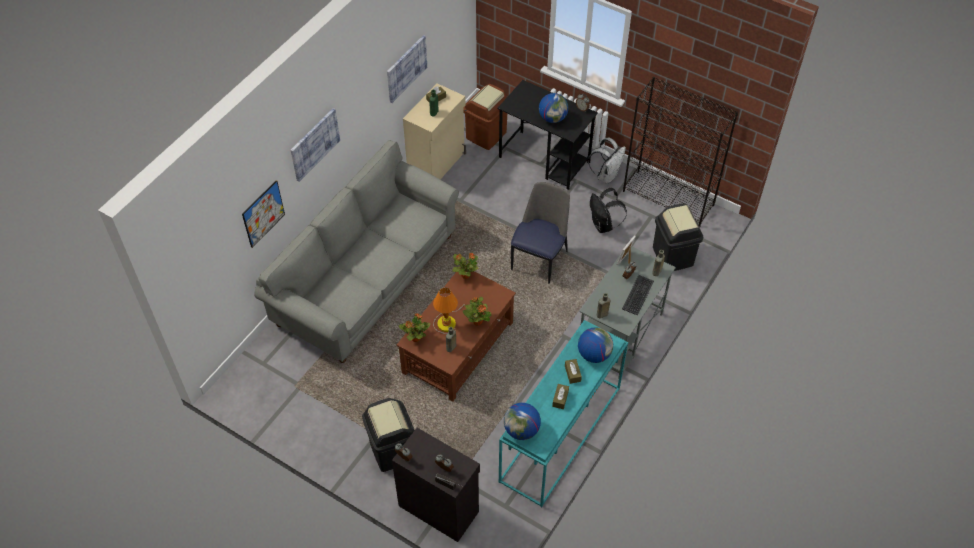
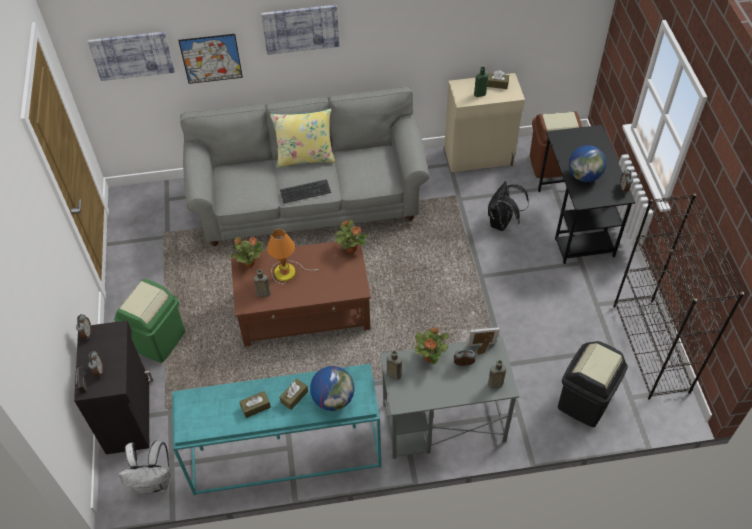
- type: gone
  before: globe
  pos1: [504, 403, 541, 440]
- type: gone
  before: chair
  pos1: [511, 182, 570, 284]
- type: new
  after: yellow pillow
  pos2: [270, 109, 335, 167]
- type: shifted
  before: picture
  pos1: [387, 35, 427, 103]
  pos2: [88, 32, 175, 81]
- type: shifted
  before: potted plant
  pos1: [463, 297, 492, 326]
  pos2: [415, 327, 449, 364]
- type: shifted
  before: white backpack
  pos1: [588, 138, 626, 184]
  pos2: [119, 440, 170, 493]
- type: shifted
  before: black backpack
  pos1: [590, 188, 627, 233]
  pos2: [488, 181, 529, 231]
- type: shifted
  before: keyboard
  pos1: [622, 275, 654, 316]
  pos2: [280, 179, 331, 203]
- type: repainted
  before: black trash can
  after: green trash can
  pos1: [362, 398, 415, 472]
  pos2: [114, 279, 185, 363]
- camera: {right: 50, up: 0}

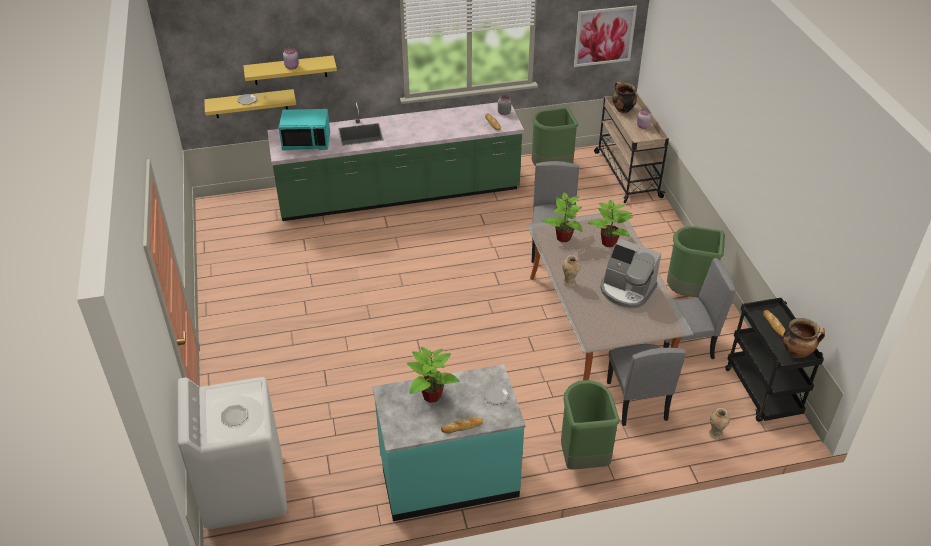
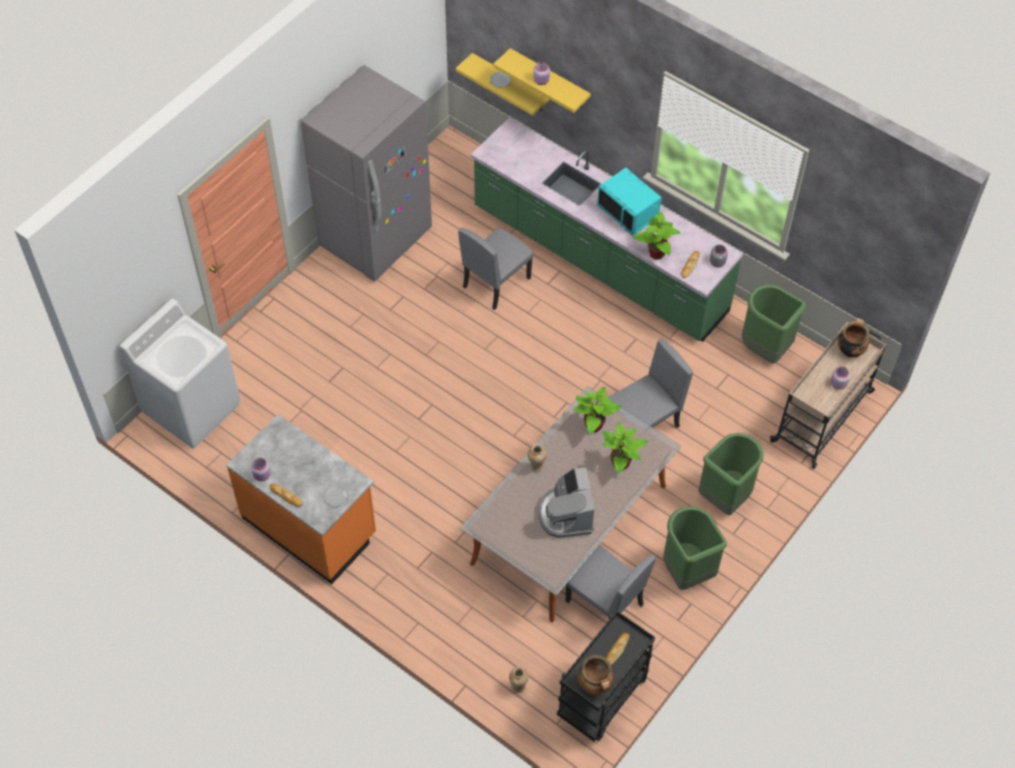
- type: gone
  before: plate
  pos1: [221, 405, 248, 426]
- type: gone
  before: picture
  pos1: [574, 5, 637, 67]
- type: new
  after: pink jar
  pos2: [251, 458, 271, 481]
- type: new
  after: grey fridge
  pos2: [301, 65, 432, 282]
- type: shifted
  before: turquoise microwave
  pos1: [279, 109, 330, 151]
  pos2: [597, 167, 662, 236]
- type: shifted
  before: potted plant
  pos1: [407, 347, 460, 403]
  pos2: [633, 212, 680, 260]
- type: shifted
  before: green trash can
  pos1: [561, 380, 620, 470]
  pos2: [698, 433, 763, 515]
- type: shifted
  before: grey chair
  pos1: [607, 344, 686, 426]
  pos2: [458, 228, 534, 310]
- type: repainted
  before: turquoise counter
  after: orange counter
  pos1: [373, 364, 526, 521]
  pos2: [226, 414, 376, 584]
- camera: {right: 50, up: 15}

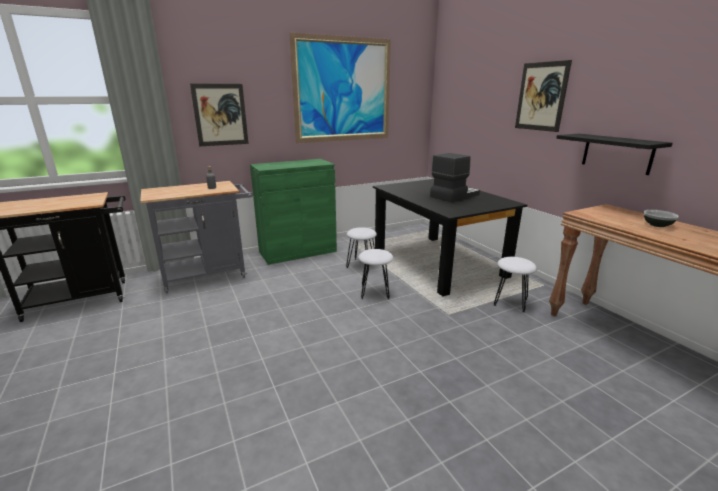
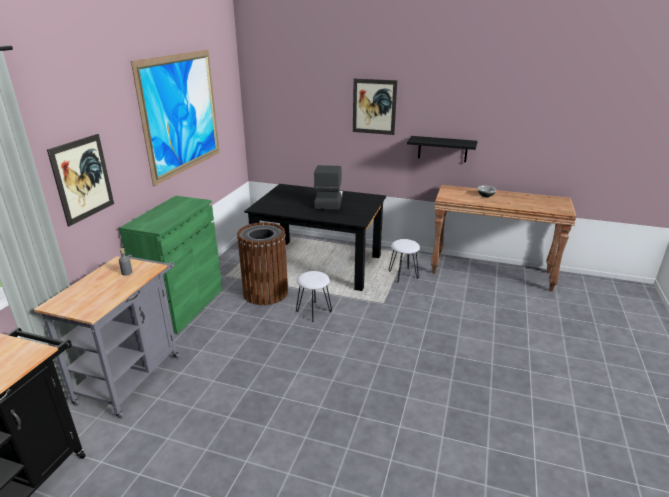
- type: swapped
  before: white stool
  after: brown trash can
  pos1: [346, 227, 377, 272]
  pos2: [237, 222, 288, 305]
- camera: {right: -45, up: 5}

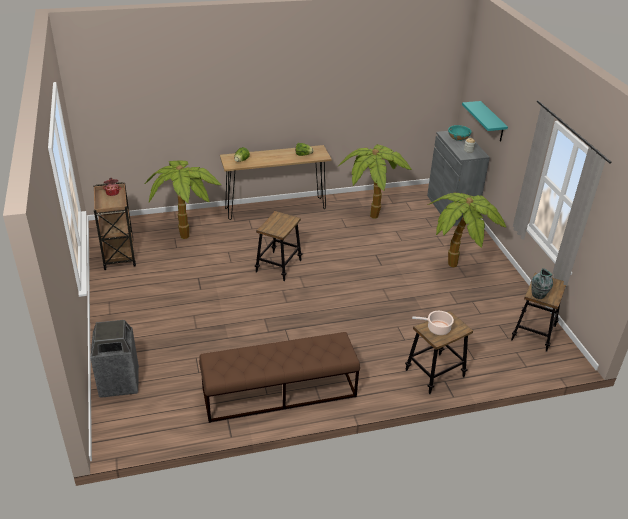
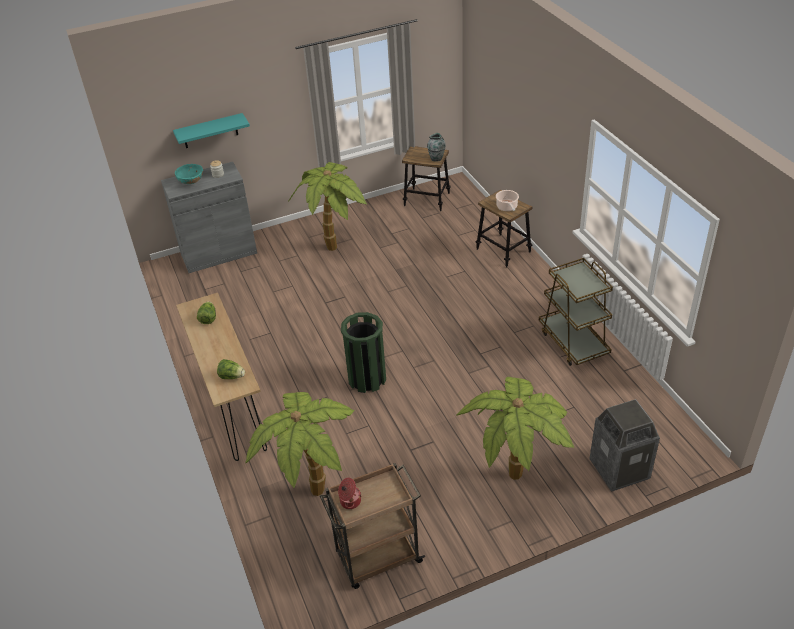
- type: shifted
  before: potted plant
  pos1: [338, 144, 412, 219]
  pos2: [456, 377, 574, 480]
- type: swapped
  before: brown bench
  after: brown cart
  pos1: [199, 332, 360, 423]
  pos2: [539, 258, 613, 366]
- type: swapped
  before: stool
  after: green trash can
  pos1: [255, 211, 302, 281]
  pos2: [341, 312, 386, 393]
- camera: {right: -95, up: 5}

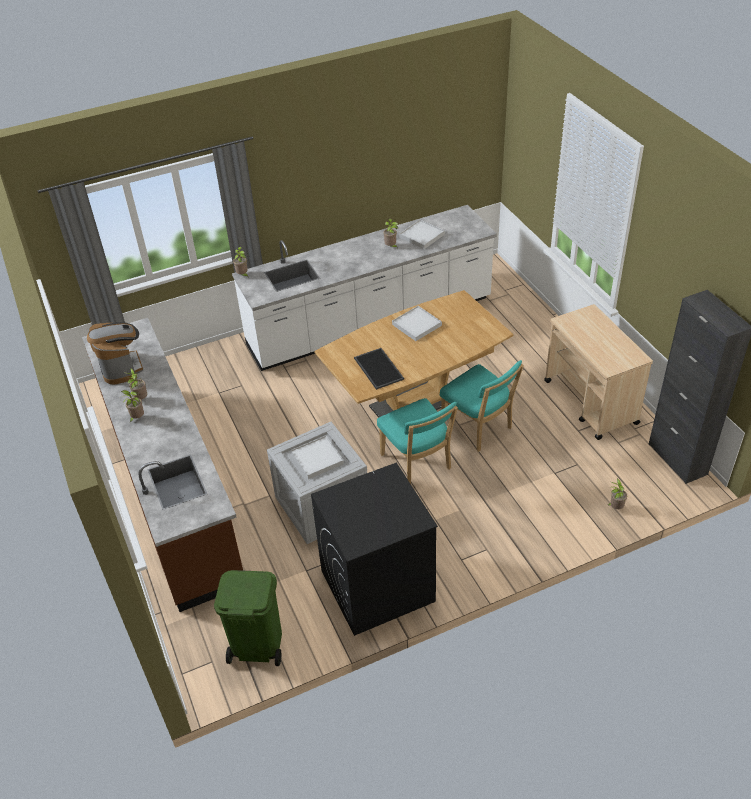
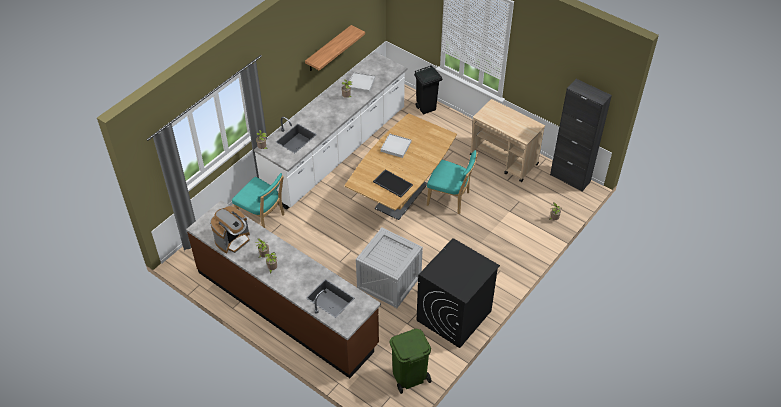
- type: gone
  before: white tray
  pos1: [291, 436, 344, 479]
- type: new
  after: shelf
  pos2: [305, 25, 365, 71]
- type: new
  after: black trash can
  pos2: [414, 65, 442, 115]
- type: shifted
  before: turquoise chair
  pos1: [377, 398, 458, 484]
  pos2: [232, 173, 284, 228]
- type: rotated
  before: coffee machine
  pos1: [87, 322, 143, 384]
  pos2: [210, 206, 250, 254]
  turn: 90
- camera: {right: -30, up: 5}

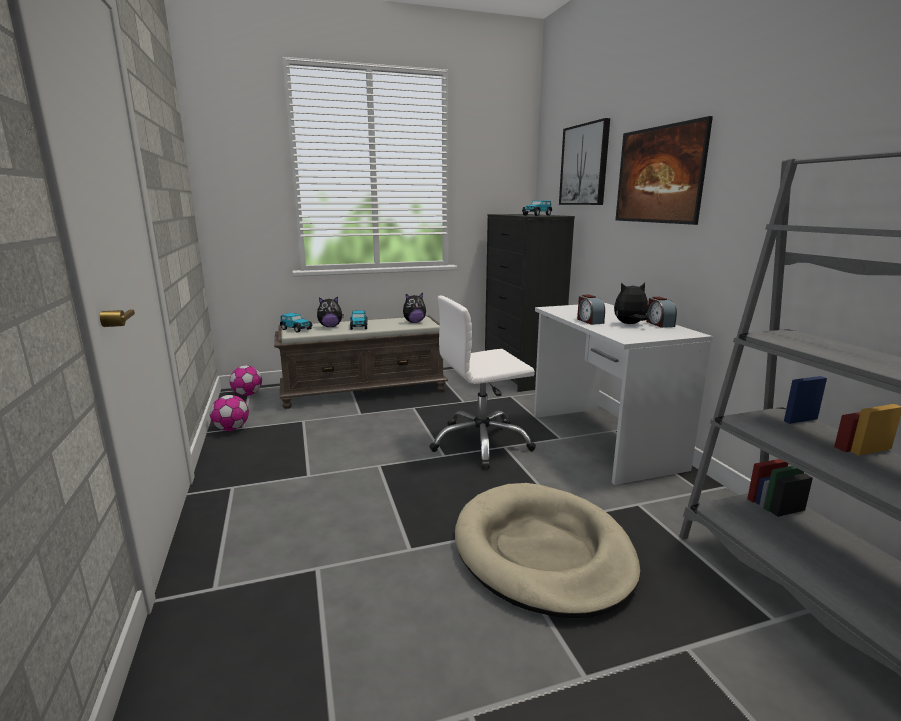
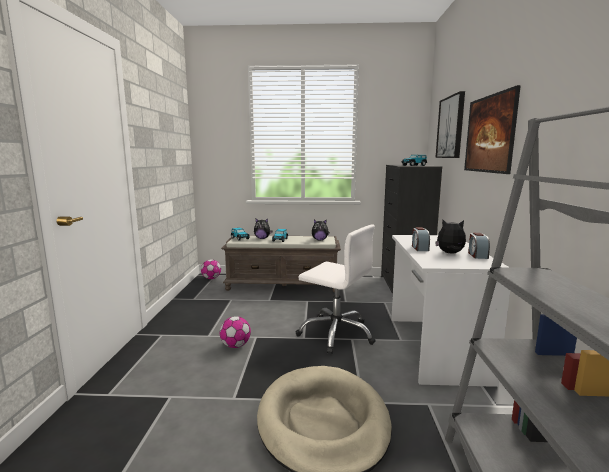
- type: shifted
  before: football
  pos1: [210, 395, 249, 431]
  pos2: [220, 316, 251, 348]
- type: rotated
  before: white office chair
  pos1: [429, 296, 536, 469]
  pos2: [296, 225, 376, 354]
  turn: -150
- camera: {right: 20, up: -5}

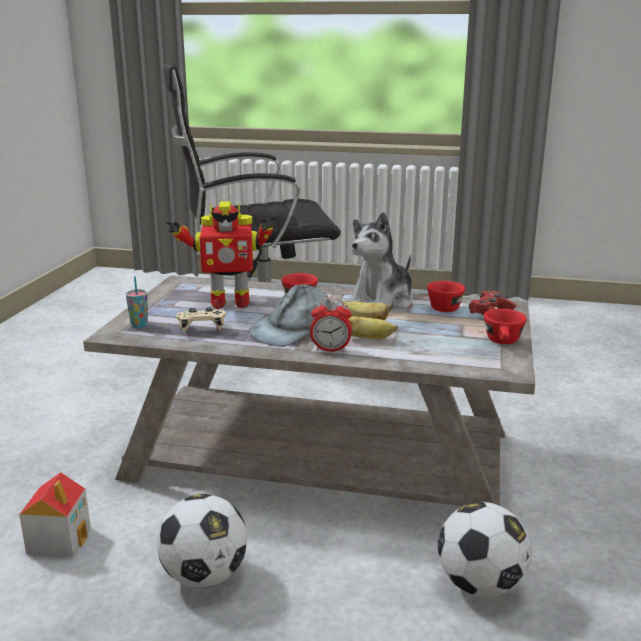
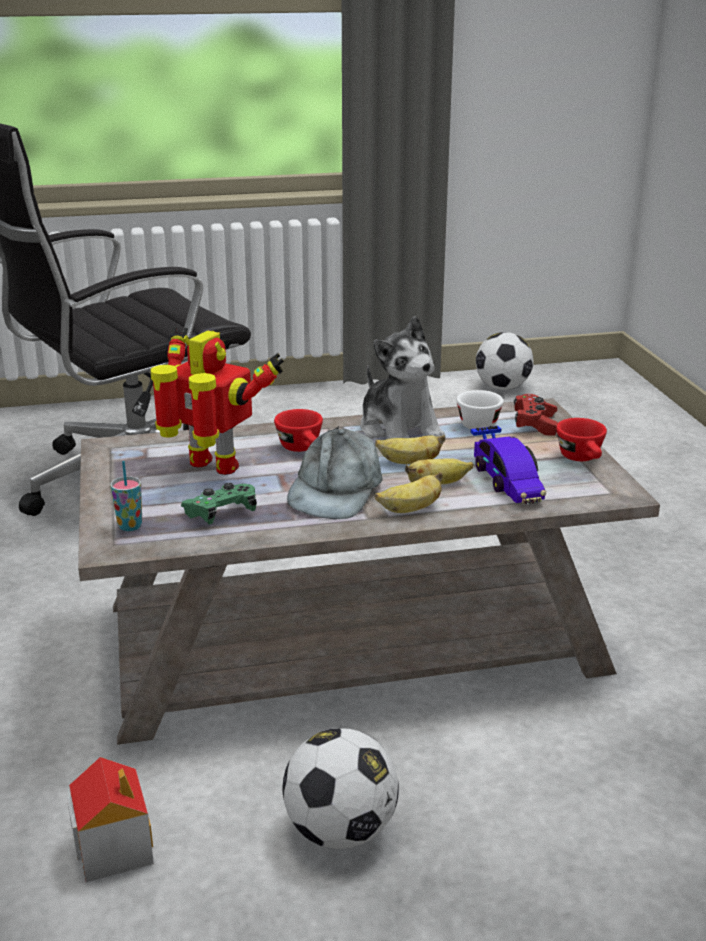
- type: new
  after: toy car
  pos2: [470, 426, 546, 504]
- type: shifted
  before: football
  pos1: [438, 502, 531, 597]
  pos2: [476, 332, 534, 390]
- type: swapped
  before: alarm clock
  after: banana
  pos1: [310, 298, 352, 352]
  pos2: [375, 472, 443, 513]
- type: repainted
  before: beige game controller
  after: green game controller
  pos1: [176, 307, 226, 332]
  pos2: [181, 483, 257, 524]
- type: repainted
  before: red cup
  after: white cup
  pos1: [427, 281, 465, 312]
  pos2: [457, 390, 503, 429]
- type: rotated
  before: toy robot
  pos1: [166, 201, 275, 309]
  pos2: [151, 327, 284, 475]
  turn: -120
- type: rotated
  before: plush toy
  pos1: [346, 212, 413, 309]
  pos2: [360, 316, 445, 439]
  turn: -45
- camera: {right: -25, up: 5}

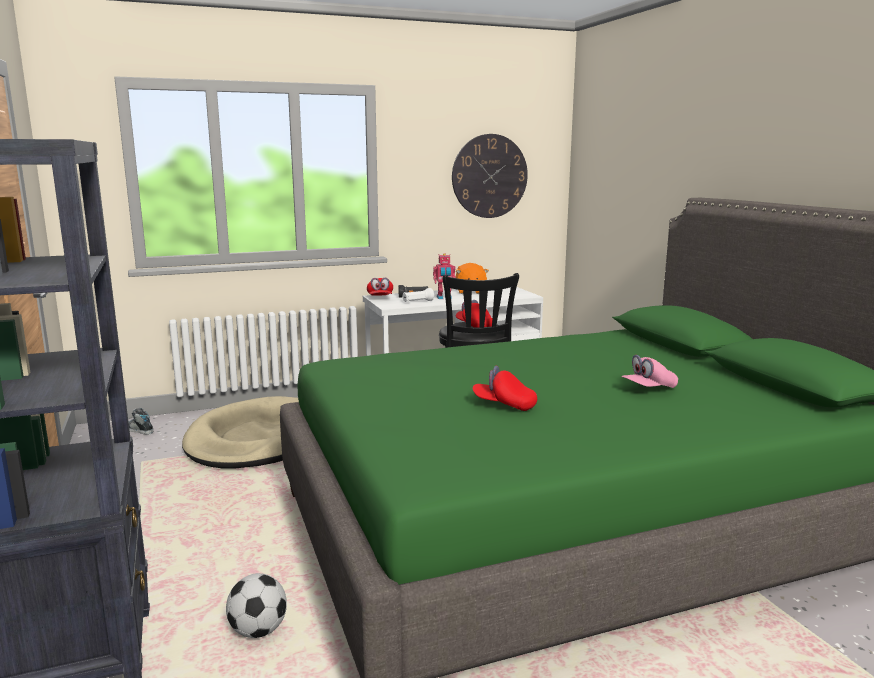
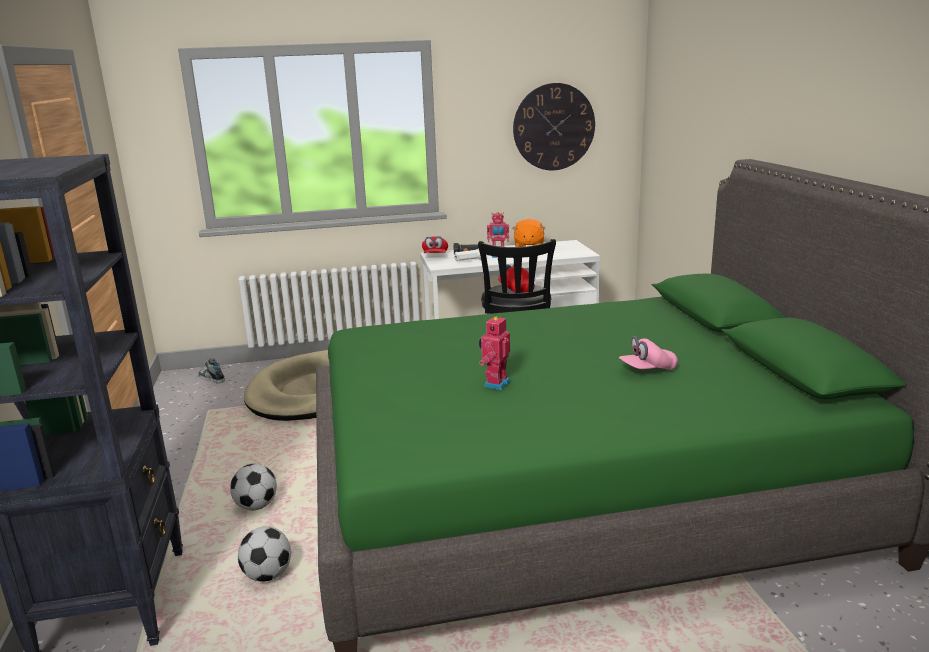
- type: new
  after: football
  pos2: [230, 464, 277, 510]
- type: swapped
  before: red cap
  after: toy robot
  pos1: [473, 366, 537, 411]
  pos2: [479, 315, 511, 390]
- camera: {right: 10, up: 5}

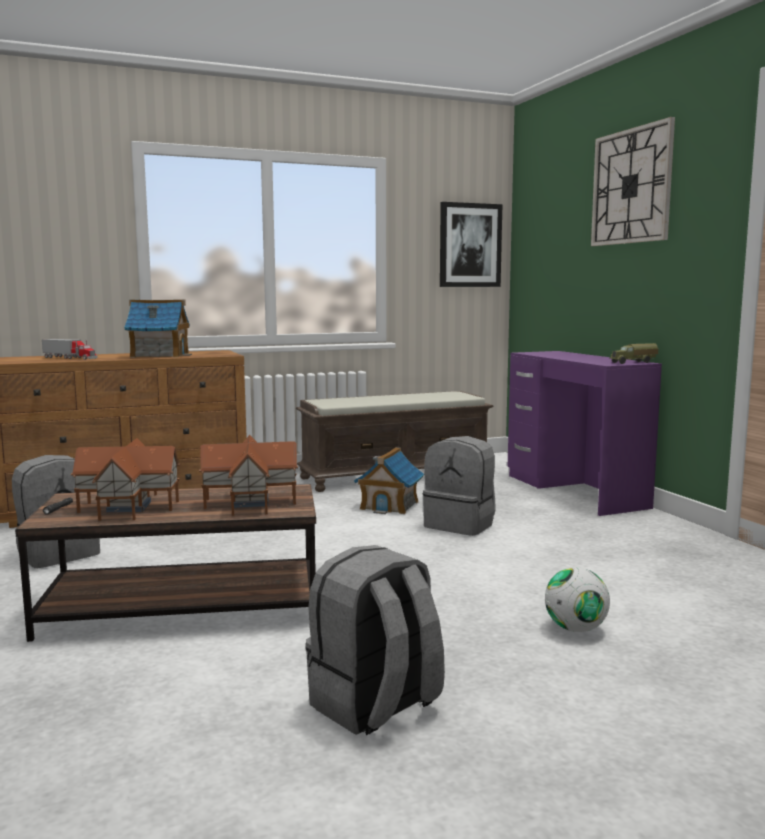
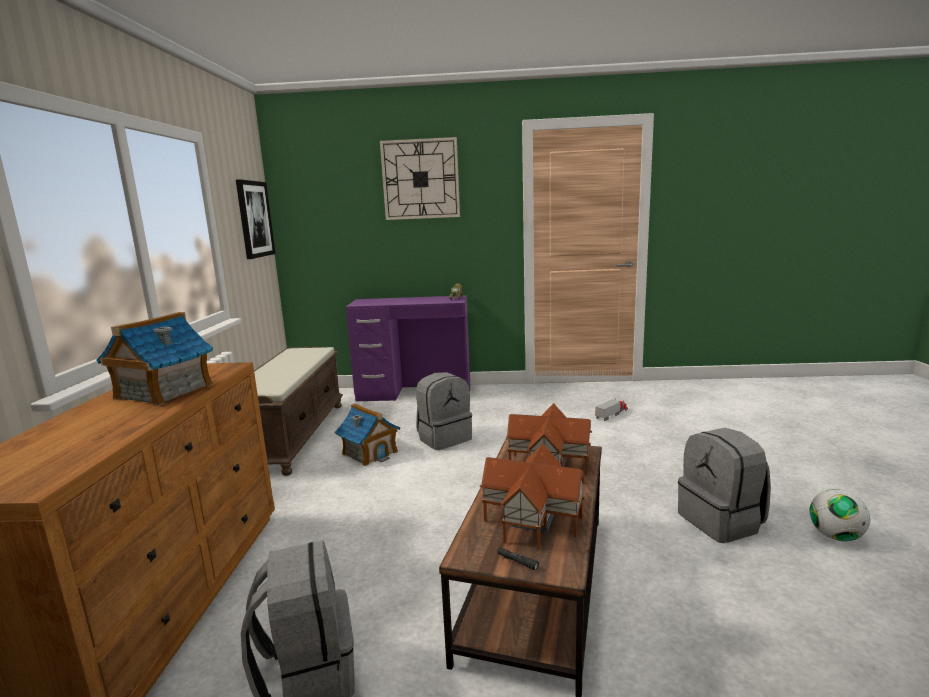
- type: shifted
  before: toy truck
  pos1: [42, 339, 98, 360]
  pos2: [595, 400, 628, 421]
- type: shifted
  before: football
  pos1: [545, 567, 610, 632]
  pos2: [810, 489, 870, 541]
- camera: {right: -65, up: 5}

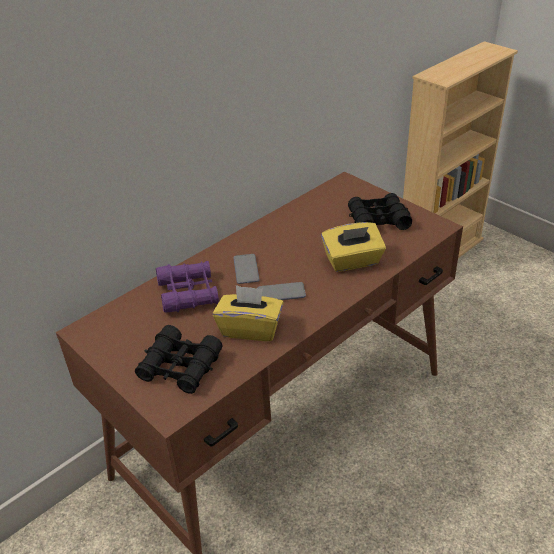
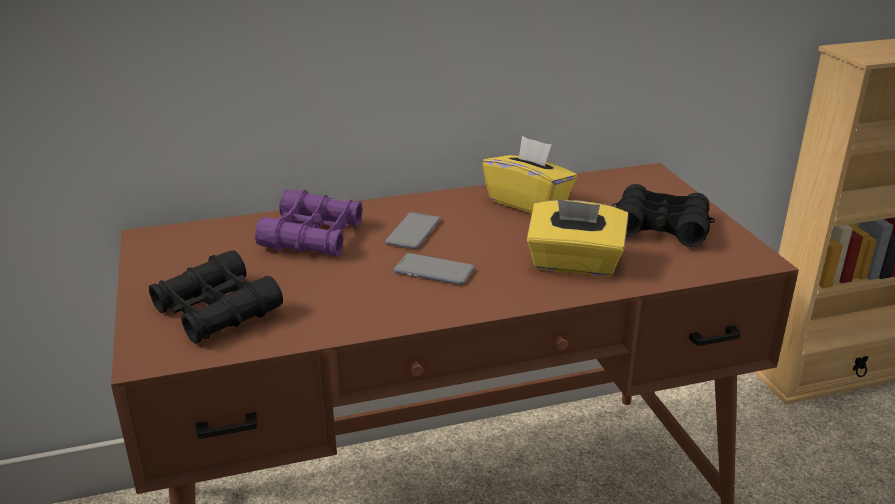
- type: shifted
  before: yellow tissue box
  pos1: [213, 285, 284, 341]
  pos2: [482, 136, 577, 214]
- camera: {right: 25, up: -10}

